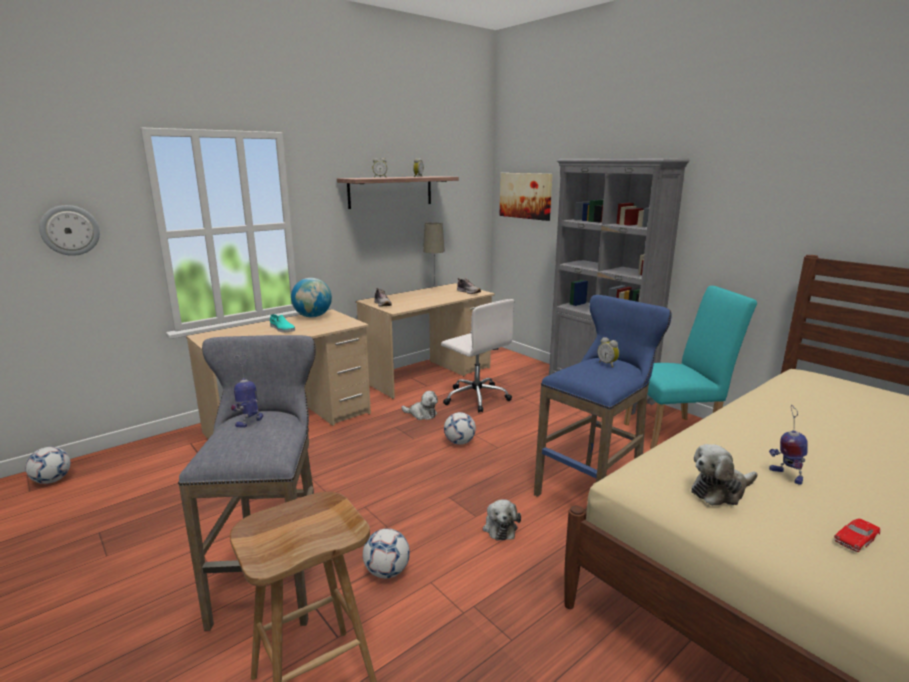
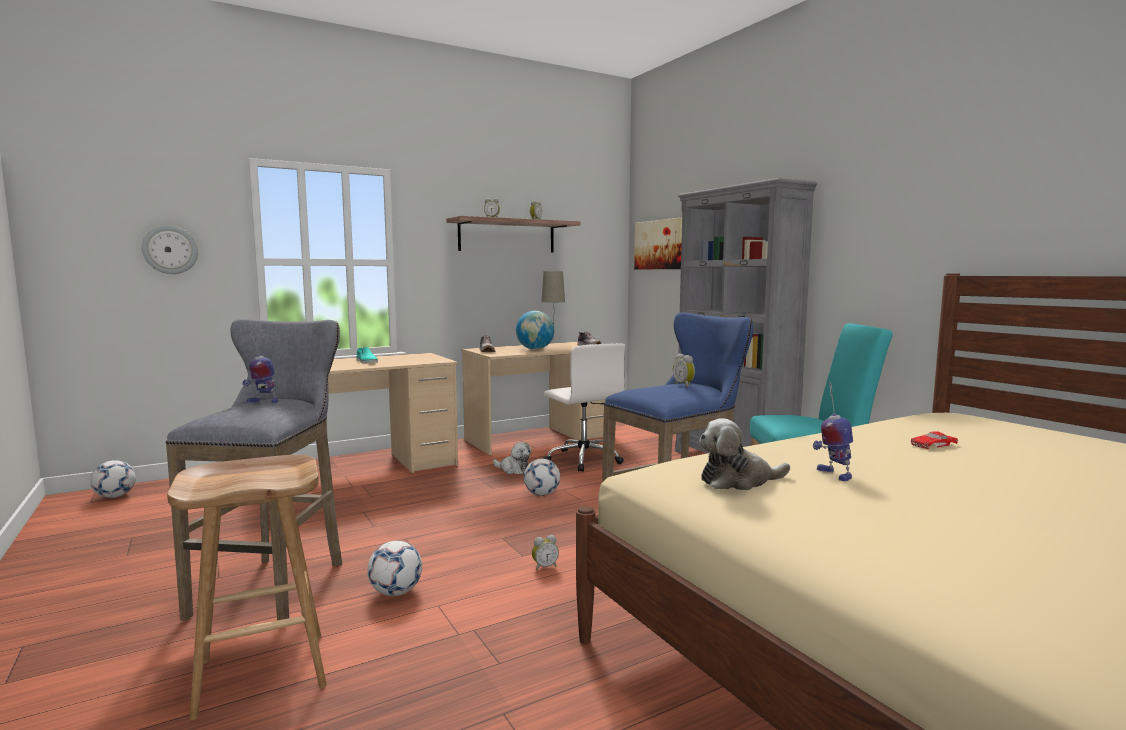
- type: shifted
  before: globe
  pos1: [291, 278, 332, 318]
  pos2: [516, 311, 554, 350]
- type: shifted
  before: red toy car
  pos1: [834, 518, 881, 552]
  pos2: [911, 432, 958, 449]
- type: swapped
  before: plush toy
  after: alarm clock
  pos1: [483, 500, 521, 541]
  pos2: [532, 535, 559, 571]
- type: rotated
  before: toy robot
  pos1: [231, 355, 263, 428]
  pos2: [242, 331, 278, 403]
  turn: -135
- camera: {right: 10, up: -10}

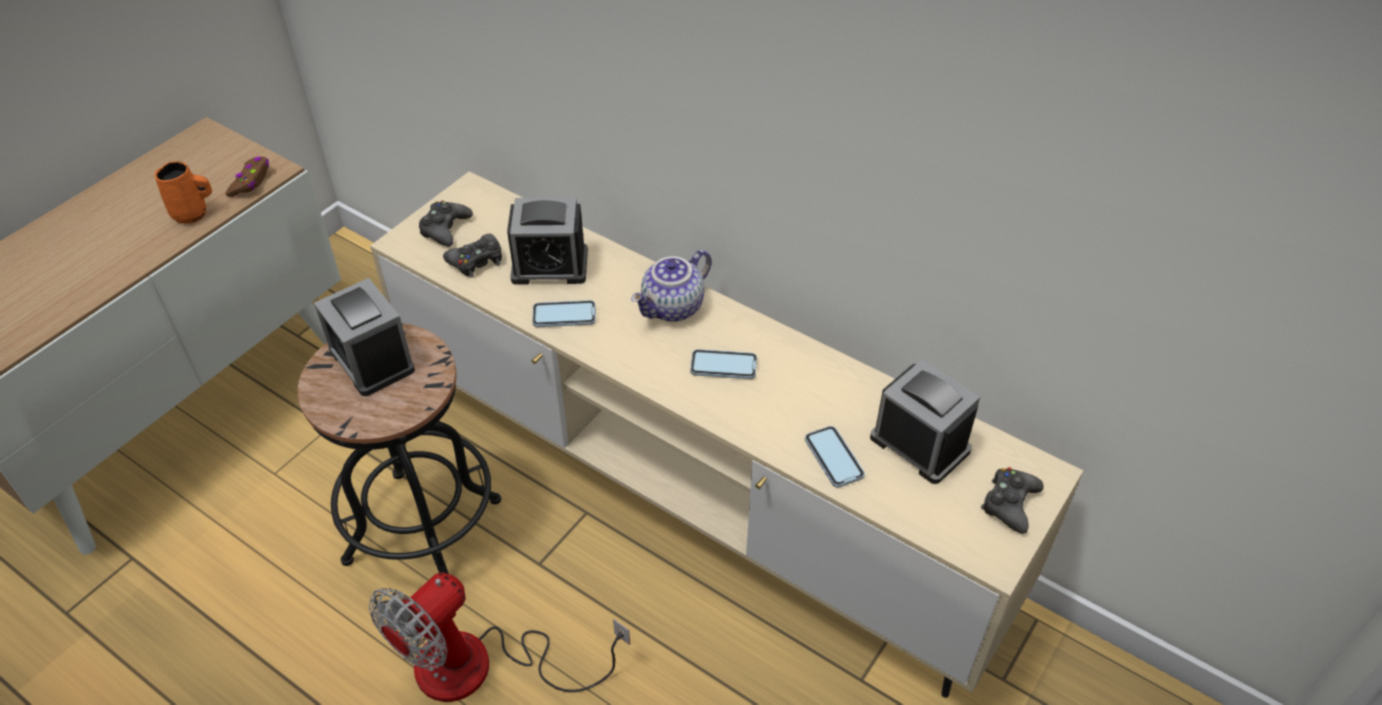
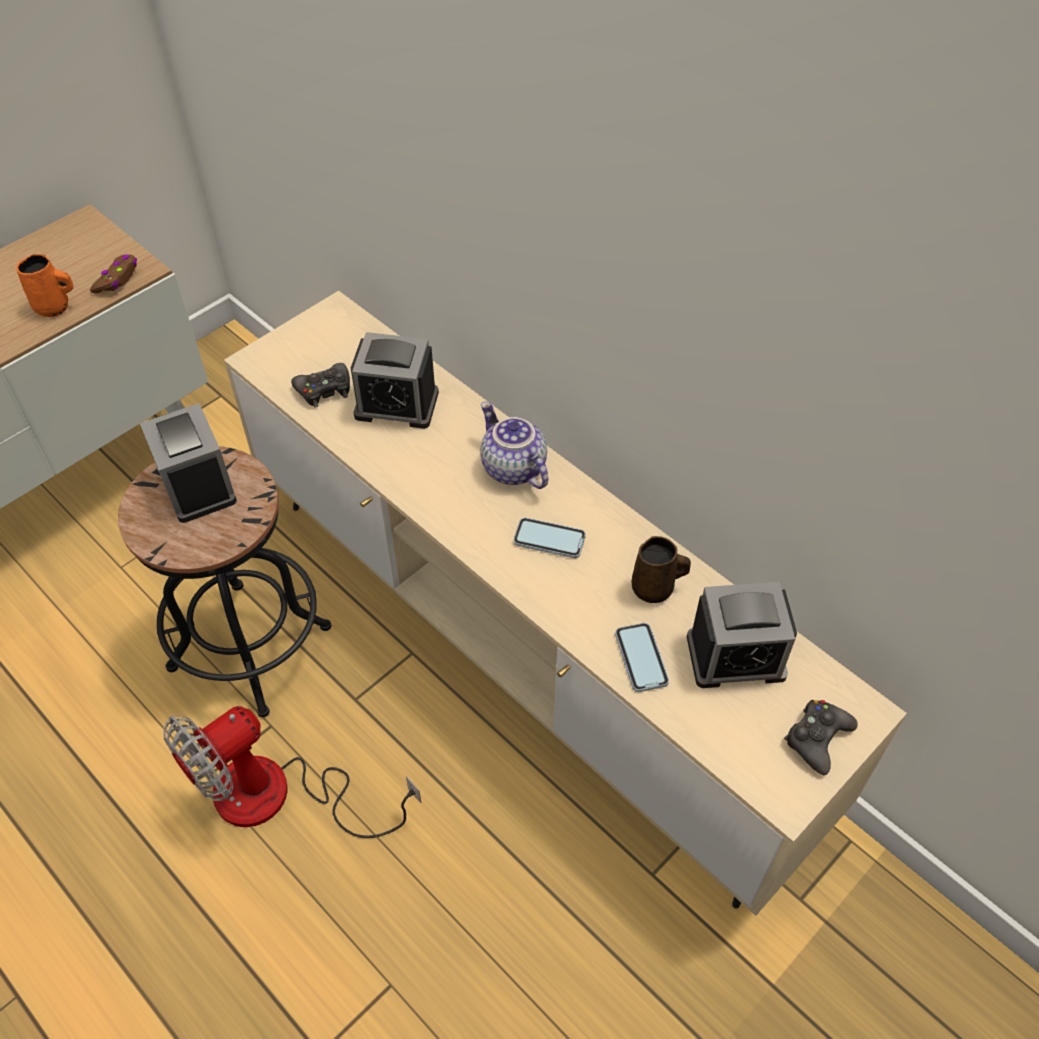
- type: gone
  before: black game controller
  pos1: [419, 201, 473, 247]
- type: gone
  before: phone
  pos1: [532, 300, 596, 327]
- type: new
  after: brown mug
  pos2: [632, 536, 691, 603]
- type: rotated
  before: teapot
  pos1: [631, 250, 712, 322]
  pos2: [481, 402, 548, 489]
  turn: 90
- type: rotated
  before: alarm clock
  pos1: [870, 359, 980, 484]
  pos2: [687, 582, 797, 688]
  turn: 120
- camera: {right: 10, up: 5}

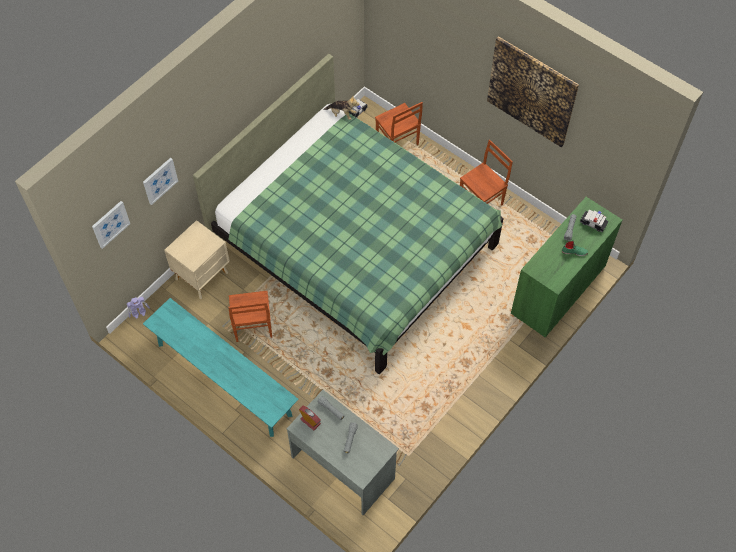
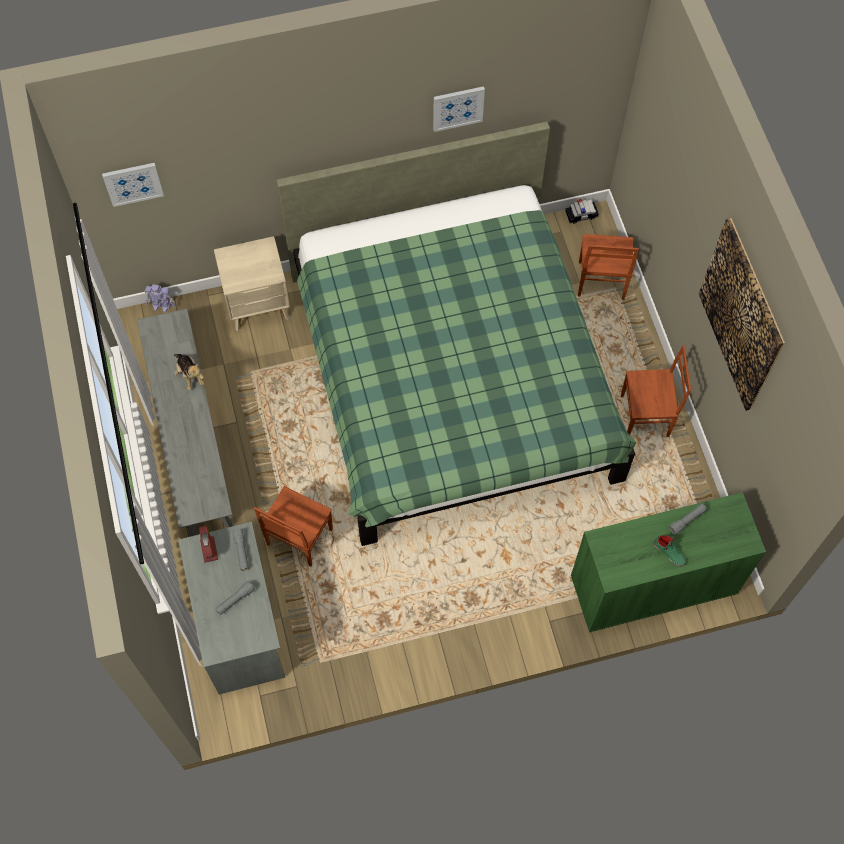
- type: gone
  before: toy car
  pos1: [580, 209, 608, 232]
- type: shifted
  before: picture
  pos1: [143, 158, 178, 205]
  pos2: [433, 86, 485, 132]
- type: shifted
  before: brown chair
  pos1: [228, 291, 272, 342]
  pos2: [254, 486, 333, 567]
- type: shifted
  before: plush toy
  pos1: [323, 96, 359, 120]
  pos2: [174, 354, 204, 390]
- type: repainted
  before: turquoise bench
  after: grey bench
  pos1: [143, 298, 299, 437]
  pos2: [137, 309, 233, 536]
- camera: {right: 35, up: 5}

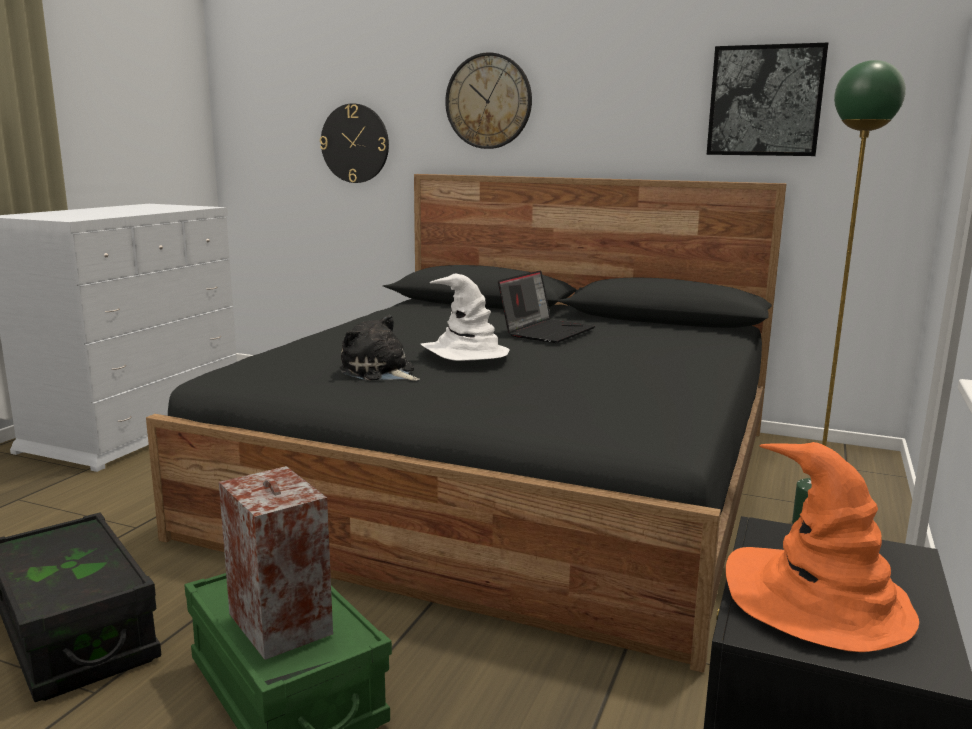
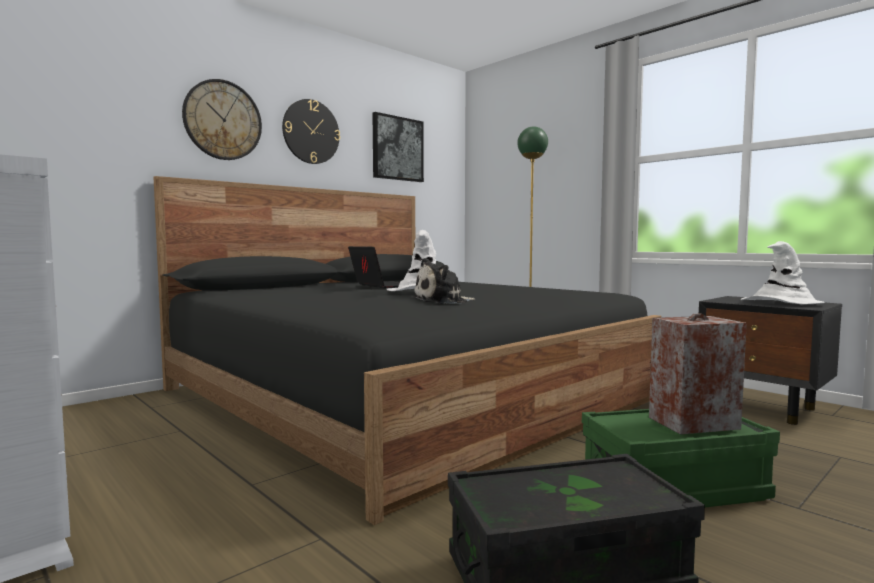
- type: shifted
  before: wall clock
  pos1: [320, 103, 389, 183]
  pos2: [282, 99, 340, 164]
- type: repainted
  before: orange hat
  after: white hat
  pos1: [726, 442, 919, 652]
  pos2: [741, 241, 825, 305]
- camera: {right: -65, up: -10}

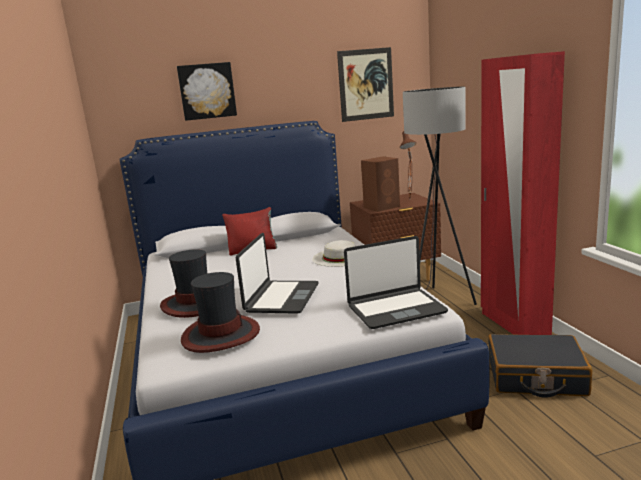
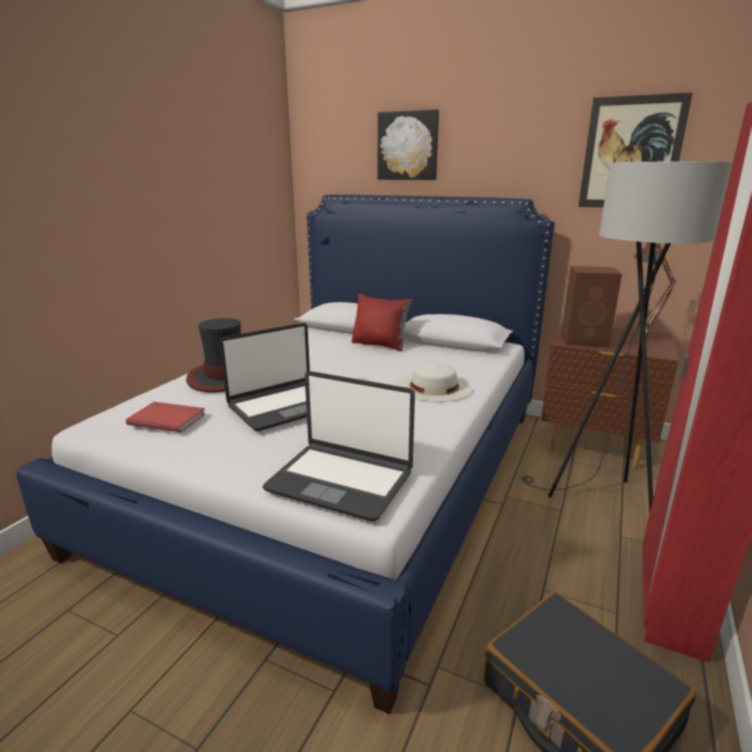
- type: swapped
  before: hat
  after: red book
  pos1: [181, 272, 260, 353]
  pos2: [126, 402, 206, 433]
- camera: {right: 40, up: 5}

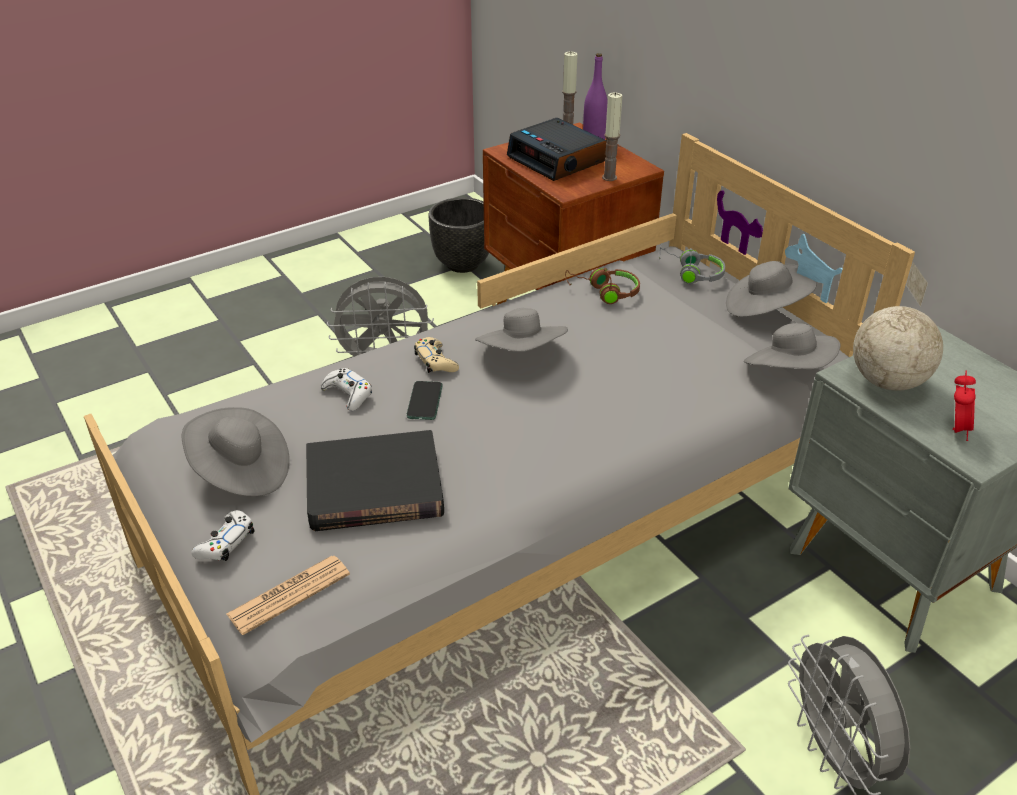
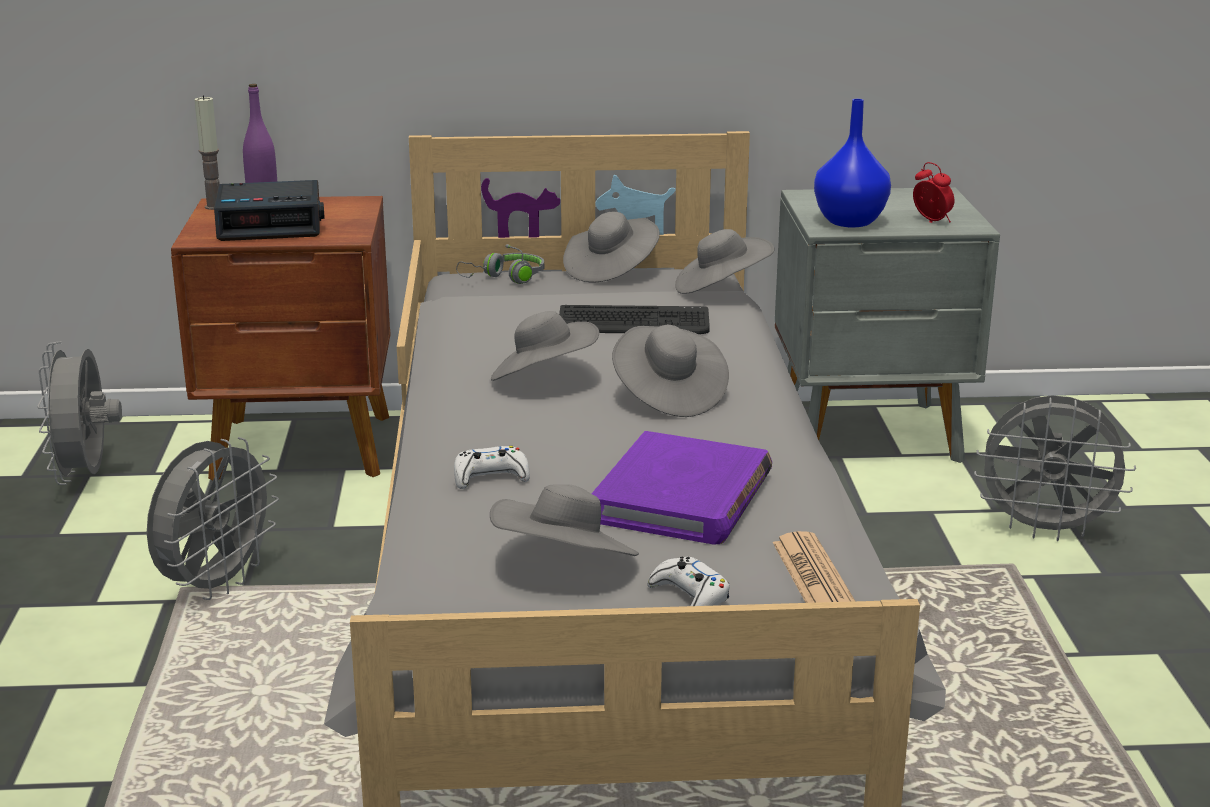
- type: gone
  before: phone
  pos1: [406, 381, 443, 420]
- type: gone
  before: beige game controller
  pos1: [414, 337, 459, 373]
- type: gone
  before: brown headphones
  pos1: [565, 268, 640, 304]
- type: gone
  before: candle
  pos1: [602, 92, 622, 181]
- type: new
  after: keyboard
  pos2: [559, 305, 710, 334]
- type: new
  after: grey hat
  pos2: [612, 325, 729, 417]
- type: swapped
  before: black planter
  after: grey fan
  pos1: [428, 197, 489, 273]
  pos2: [37, 342, 122, 485]
- type: swapped
  before: globe
  after: blue vase
  pos1: [853, 262, 943, 391]
  pos2: [814, 99, 891, 228]
- type: repainted
  before: black book
  after: purple book
  pos1: [306, 430, 444, 531]
  pos2: [592, 431, 772, 545]
- camera: {right: -60, up: -15}

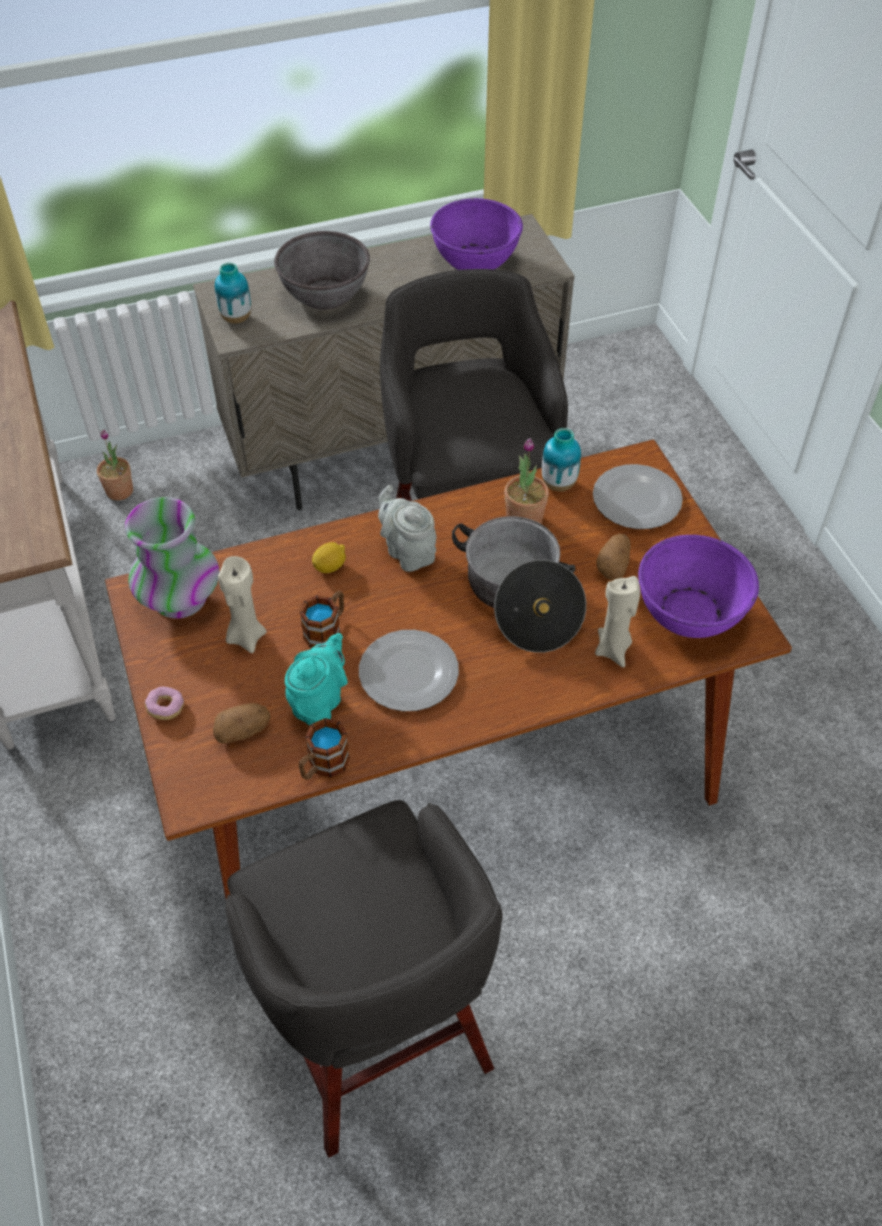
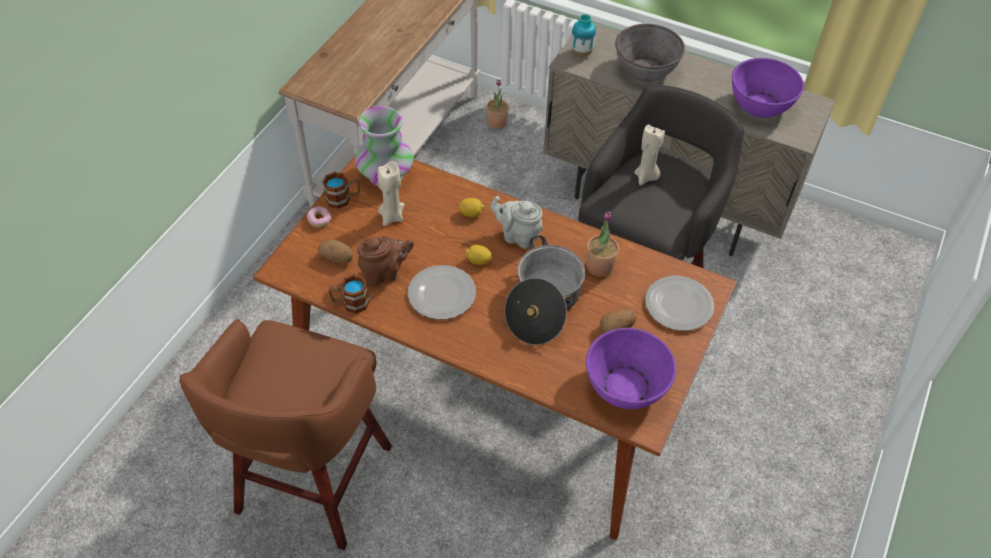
- type: gone
  before: vase
  pos1: [542, 428, 581, 491]
- type: new
  after: lemon
  pos2: [465, 245, 492, 265]
- type: shifted
  before: mug
  pos1: [300, 591, 344, 648]
  pos2: [323, 172, 360, 209]
- type: shifted
  before: beige candle
  pos1: [595, 576, 640, 667]
  pos2: [634, 124, 665, 186]
- type: repainted
  before: grey stool
  after: brown stool
  pos1: [226, 800, 503, 1158]
  pos2: [179, 319, 392, 550]
- type: repainted
  before: turquoise teapot
  after: brown teapot
  pos1: [285, 633, 348, 726]
  pos2: [357, 236, 414, 286]
- type: rotated
  before: grey teapot
  pos1: [378, 485, 437, 572]
  pos2: [490, 196, 543, 249]
  turn: -75
- camera: {right: 45, up: 0}

